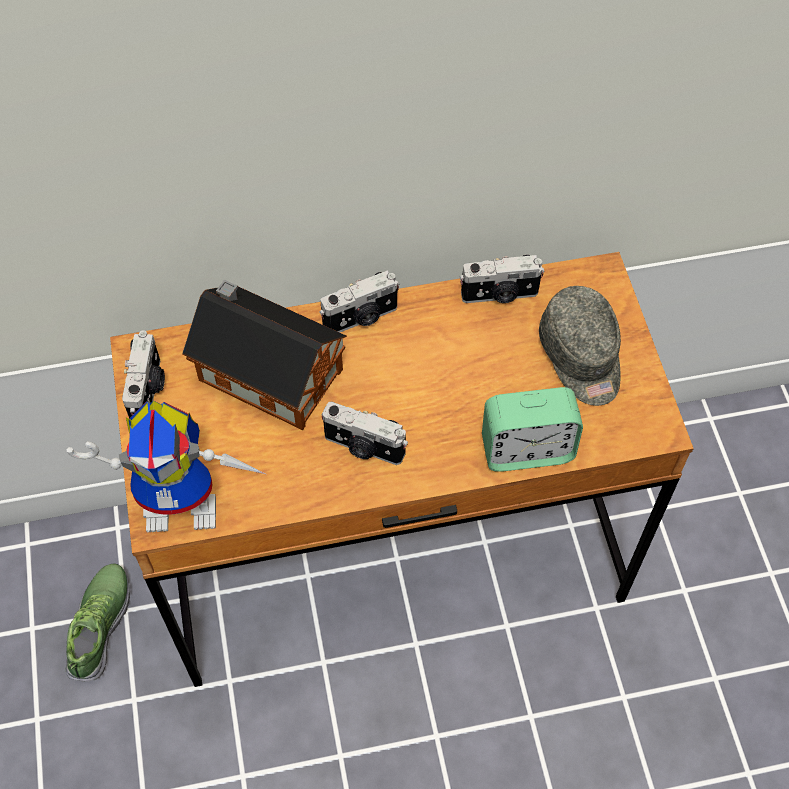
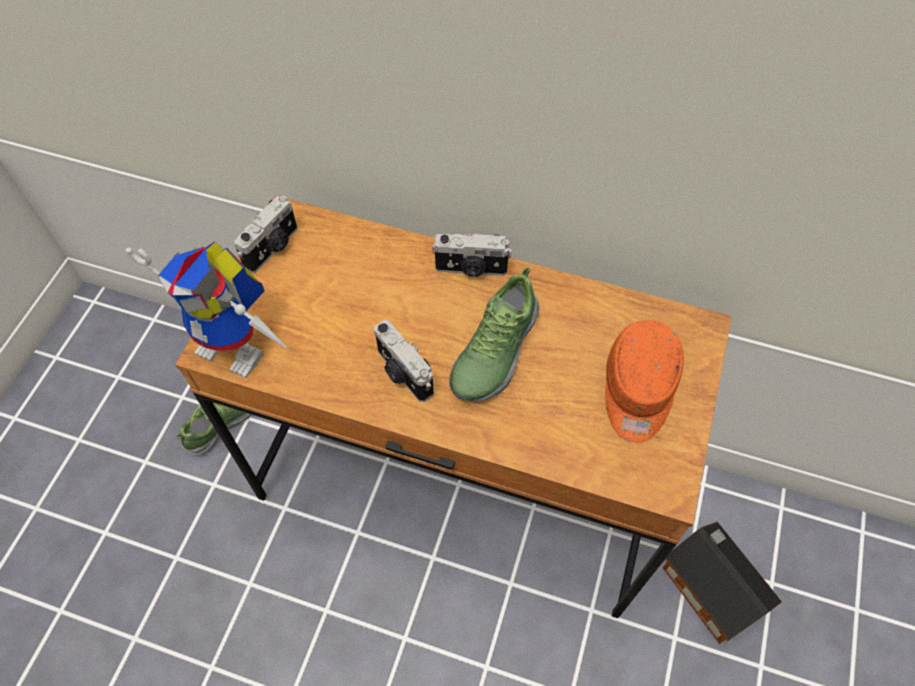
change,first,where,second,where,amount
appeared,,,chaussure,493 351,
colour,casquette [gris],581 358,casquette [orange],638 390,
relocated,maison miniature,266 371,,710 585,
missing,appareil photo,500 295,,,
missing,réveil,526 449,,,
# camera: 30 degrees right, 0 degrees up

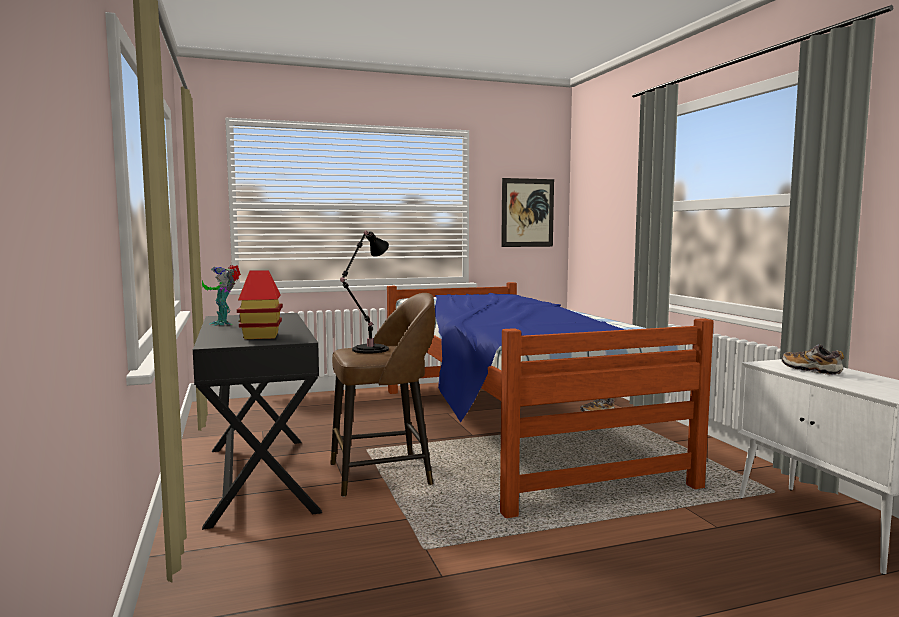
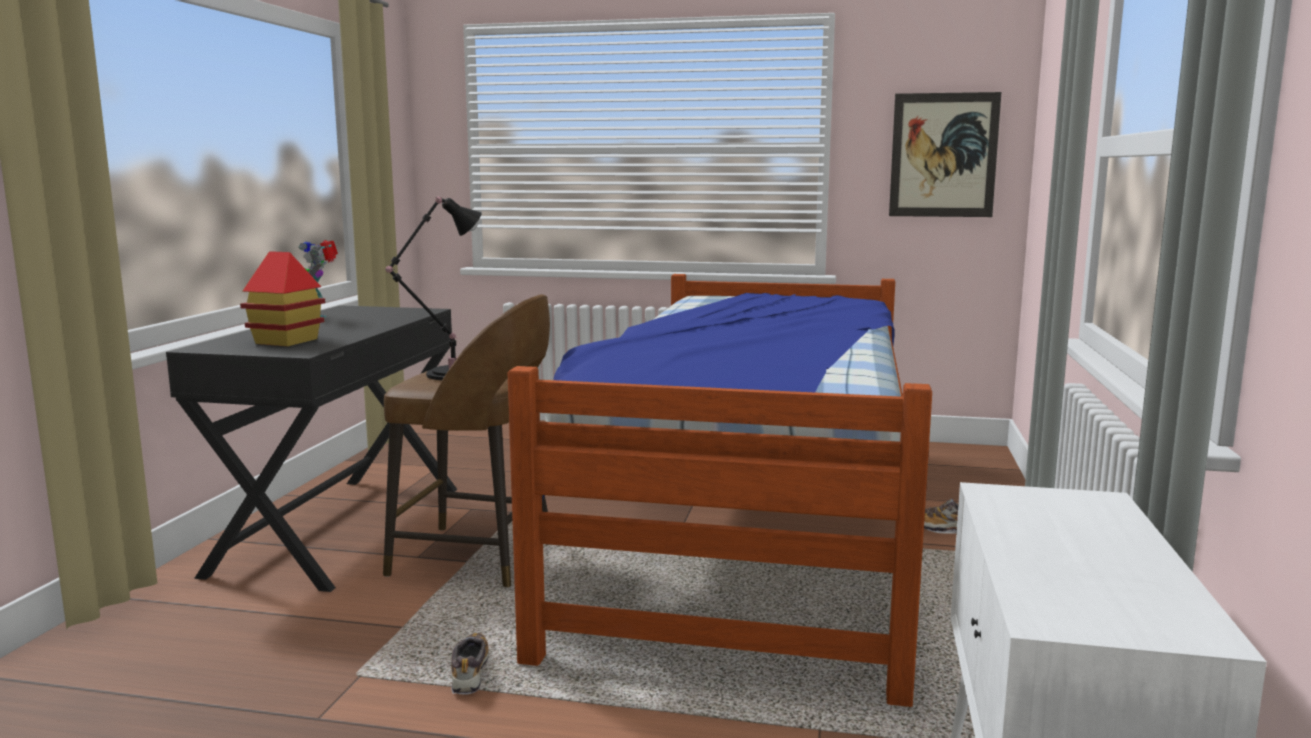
change,first,where,second,where,amount
relocated,chaussure,810 370,,470 673,
# camera: 30 degrees right, 5 degrees up

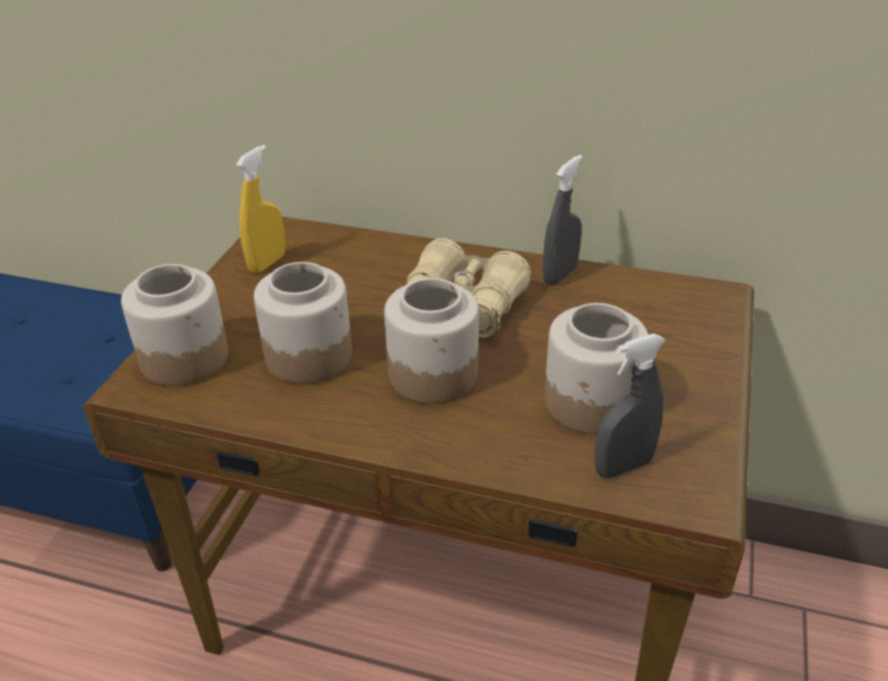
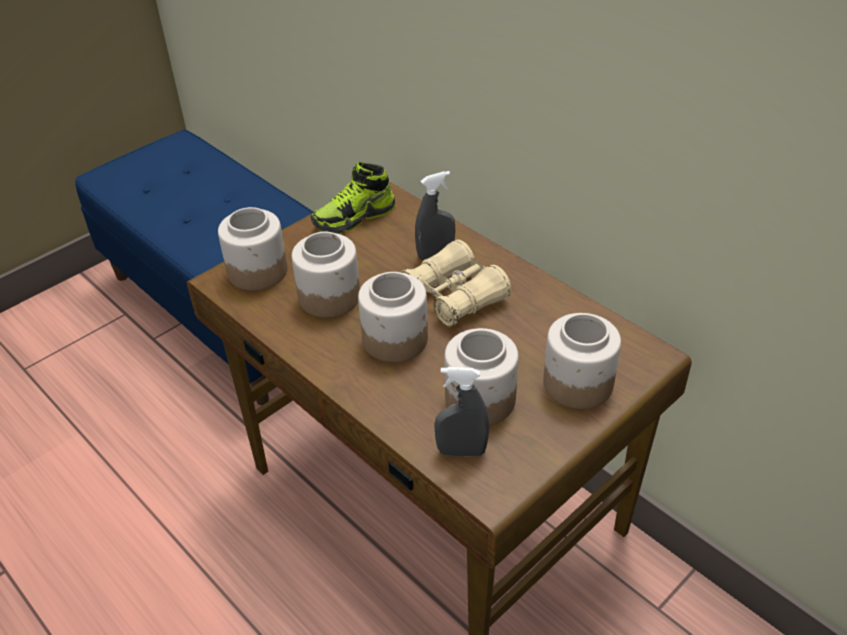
change,first,where,second,where,amount
exchanged,vaporisateur [jaune],267 263,chaussure,354 218,
relocated,vaporisateur [gris],560 275,,435 254,
appeared,,,bocal,577 384,
# camera: 30 degrees right, 5 degrees up

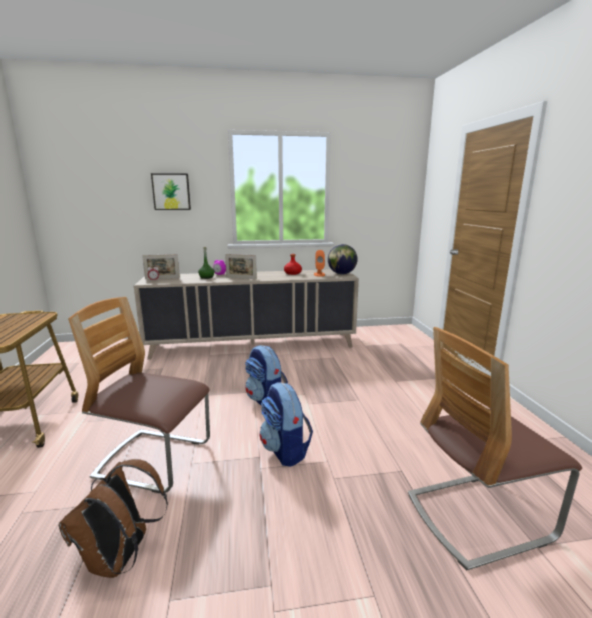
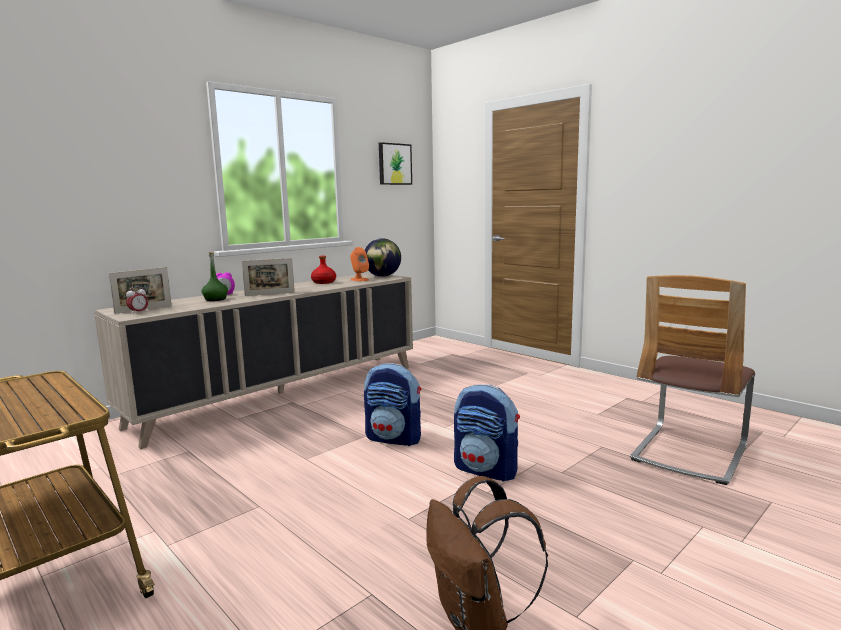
change,first,where,second,where,amount
relocated,tableau,171 191,,394 164,
missing,chaise,154 460,,,
# camera: 35 degrees left, 5 degrees down

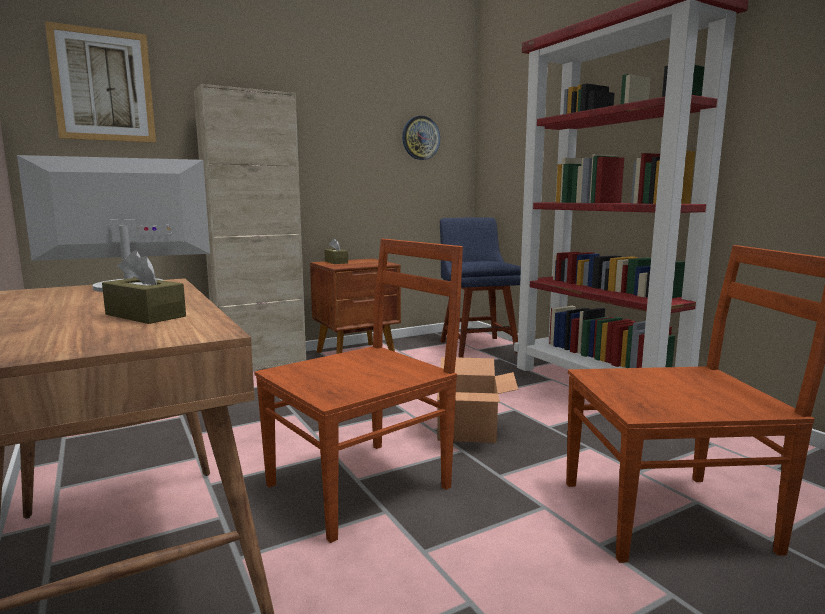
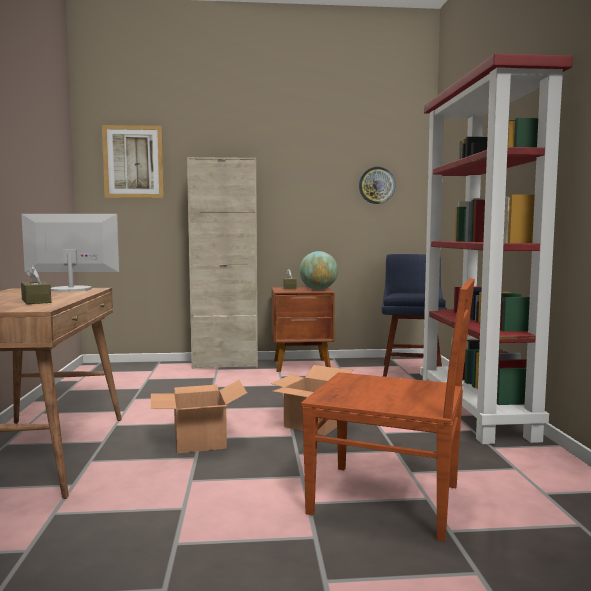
change,first,where,second,where,amount
exchanged,chaise [marron],363 484,carton,200 441,
appeared,,,globe,318 289,
# camera: 25 degrees right, 5 degrees down

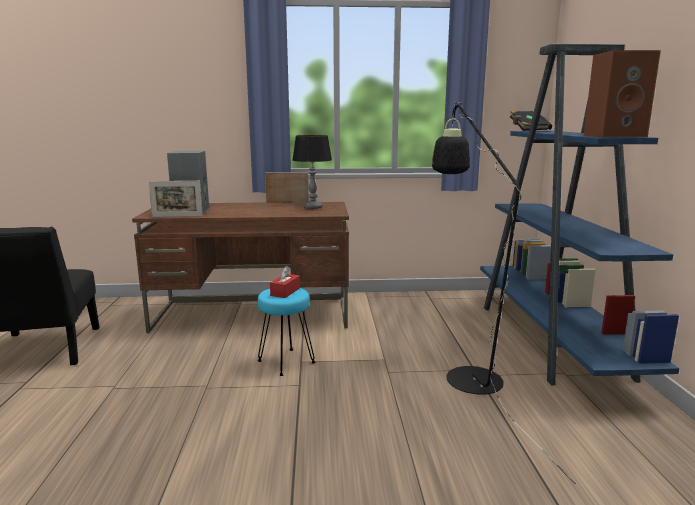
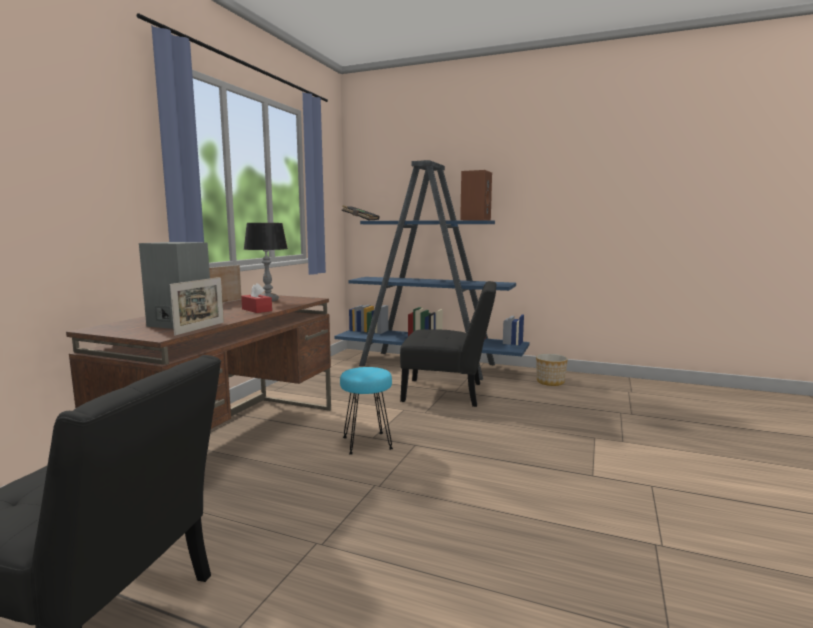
change,first,where,second,where,amount
relocated,boîte à mouchoirs [rouge],285 292,,257 310,
exchanged,lampadaire [noir],466 372,chaise [noir],448 393,
appeared,,,cache-pot,550 382,
# camera: 65 degrees left, 5 degrees down

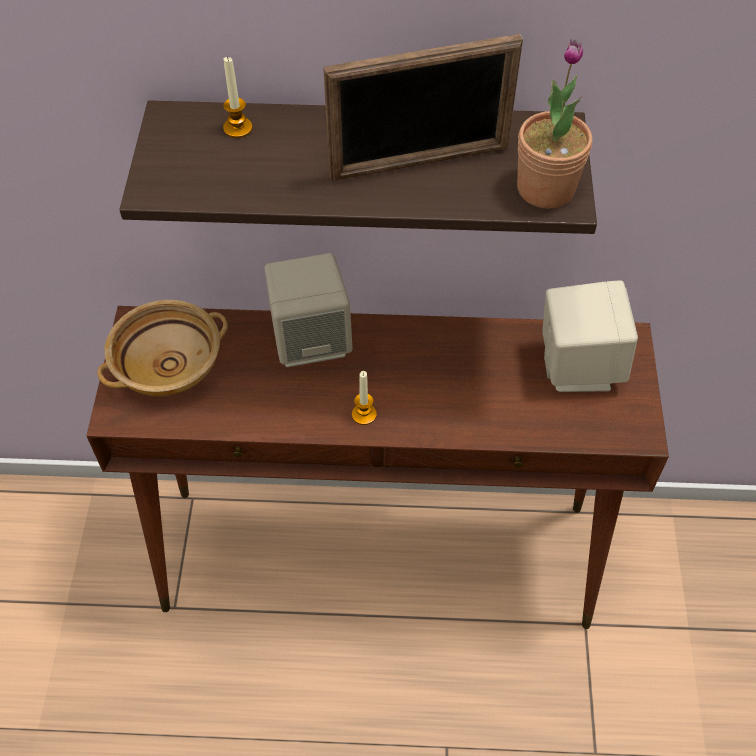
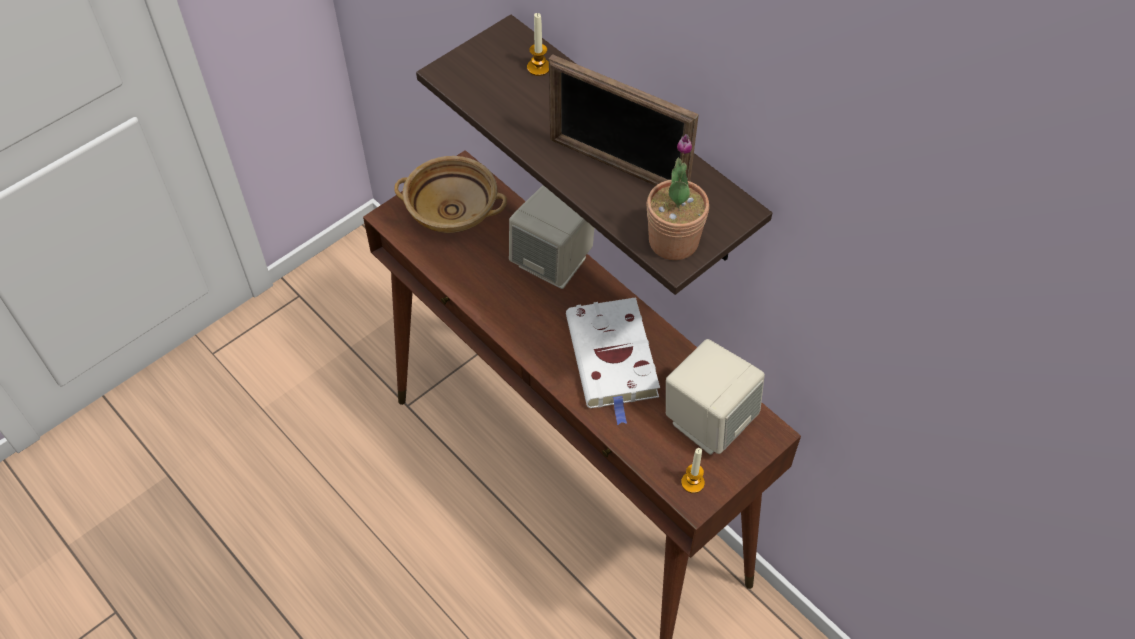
change,first,where,second,where,amount
appeared,,,livre [blanc],613 360,
relocated,bougie,364 414,,692 482,
# camera: 45 degrees right, 0 degrees up

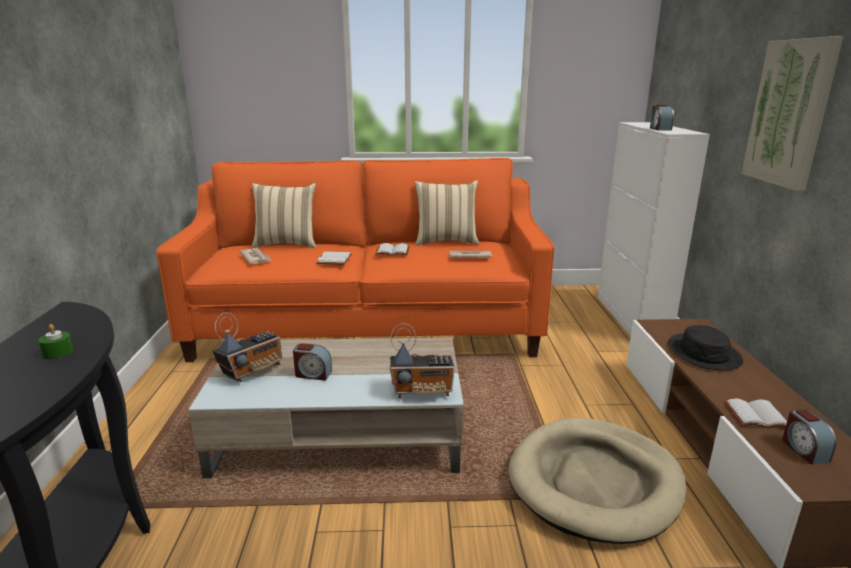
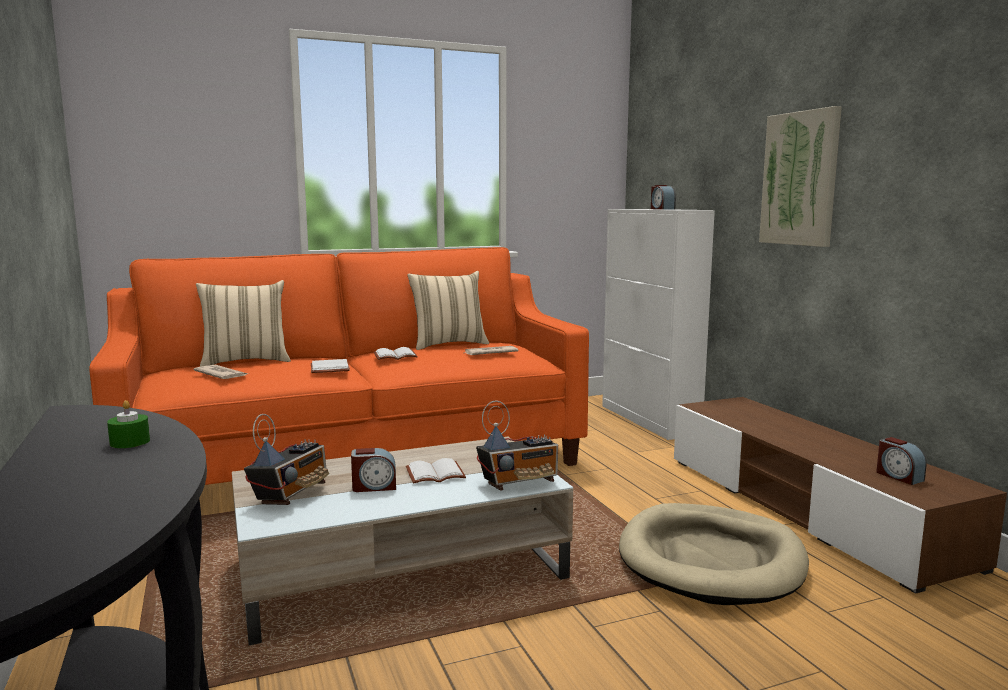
change,first,where,second,where,amount
relocated,livre [blanc],756 415,,436 473,
missing,chapeau [noir],704 353,,,
# camera: 20 degrees left, 10 degrees down

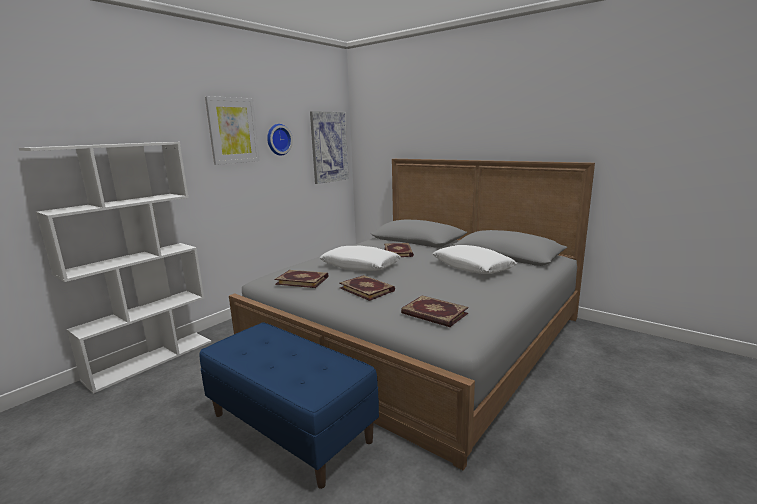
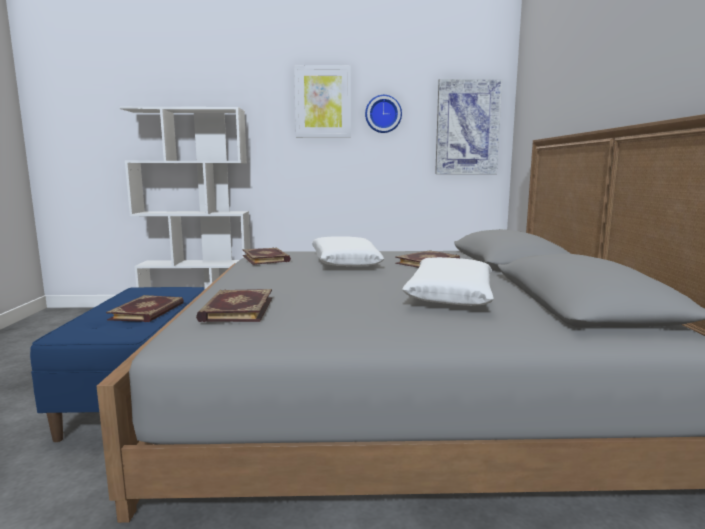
change,first,where,second,where,amount
relocated,livre,367 289,,148 311,
# camera: 50 degrees right, 5 degrees down

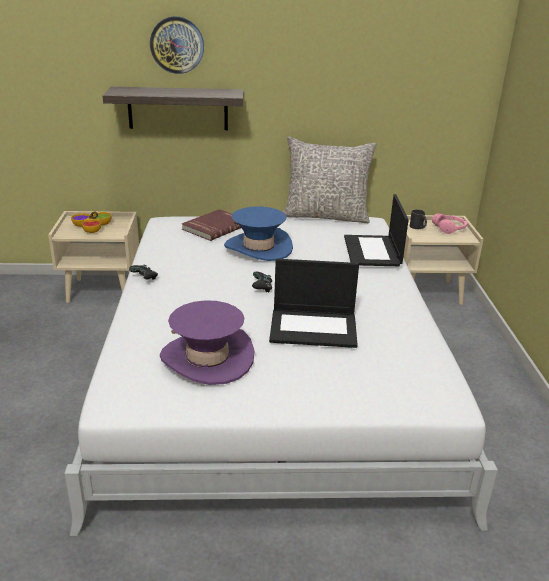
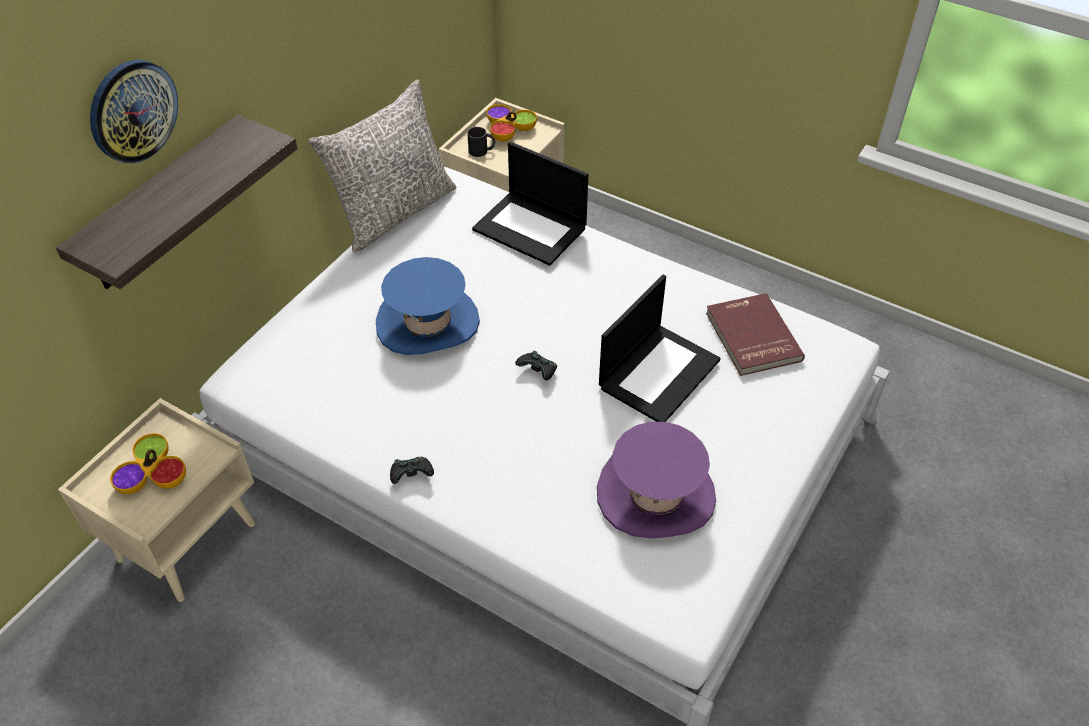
change,first,where,second,where,amount
exchanged,casque audio [rose],449 228,bol,508 129,
relocated,livre [rouge],214 227,,751 337,
# camera: 55 degrees left, 20 degrees up

